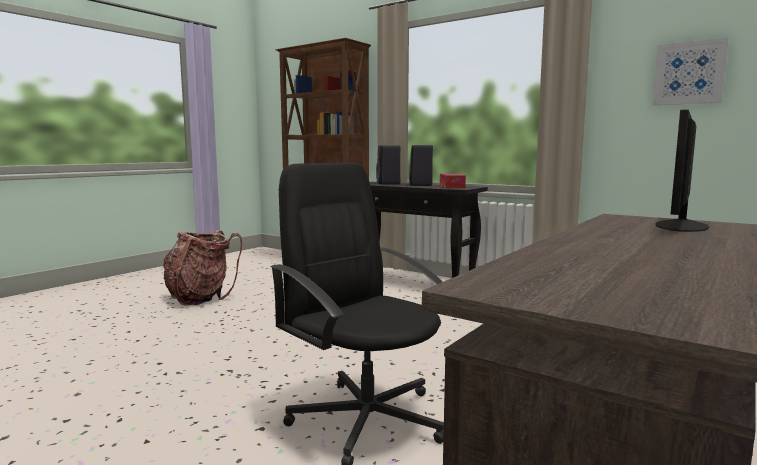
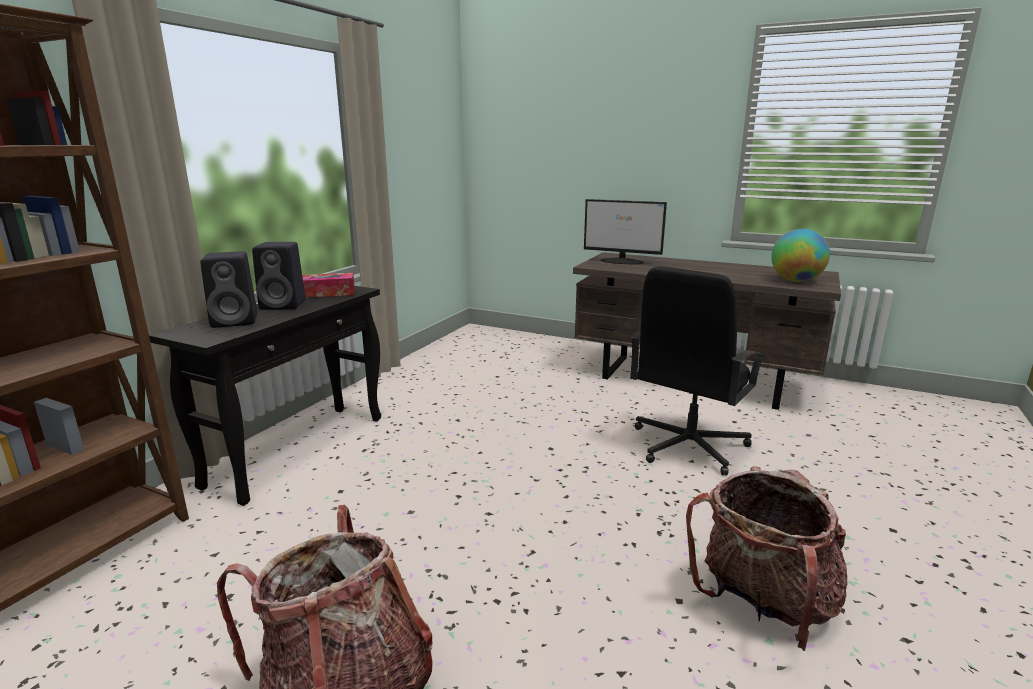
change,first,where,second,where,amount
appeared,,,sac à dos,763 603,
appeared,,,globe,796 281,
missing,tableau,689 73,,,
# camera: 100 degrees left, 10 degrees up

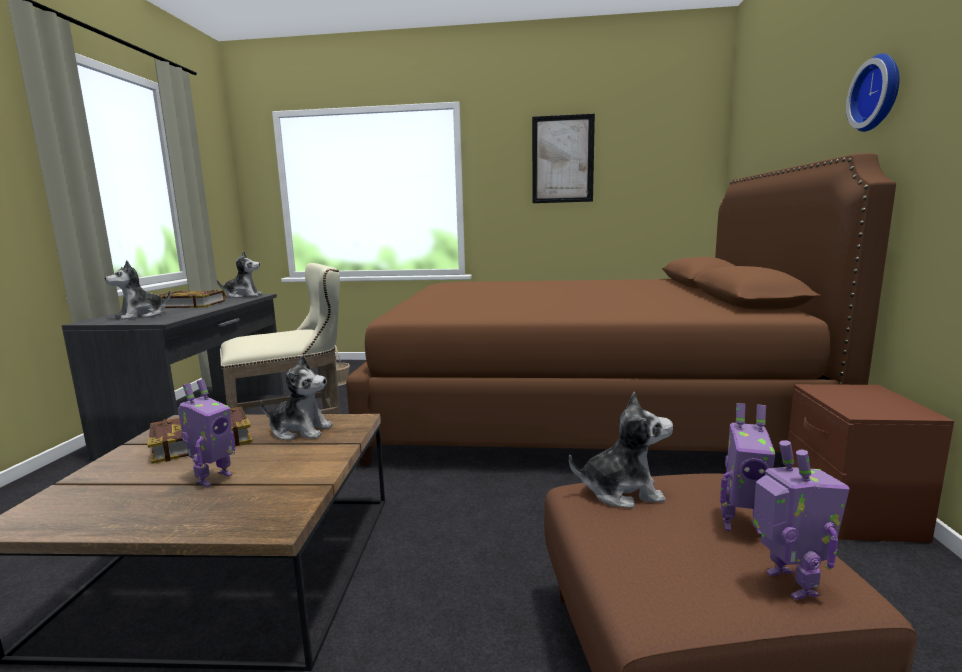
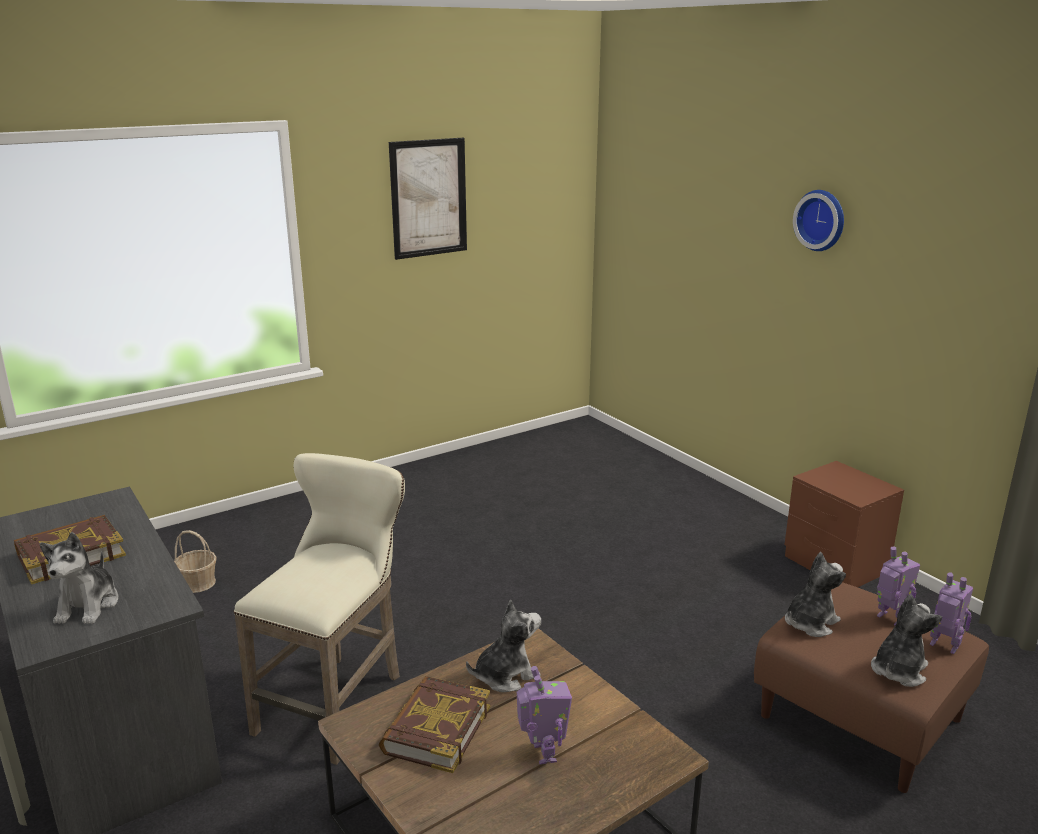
change,first,where,second,where,amount
relocated,peluche,243 296,,898 670,
spun,robot jouet,742 525,,889 619,105 degrees counterclockwise
missing,lit [marron],577 410,,,
# camera: 40 degrees left, 10 degrees up

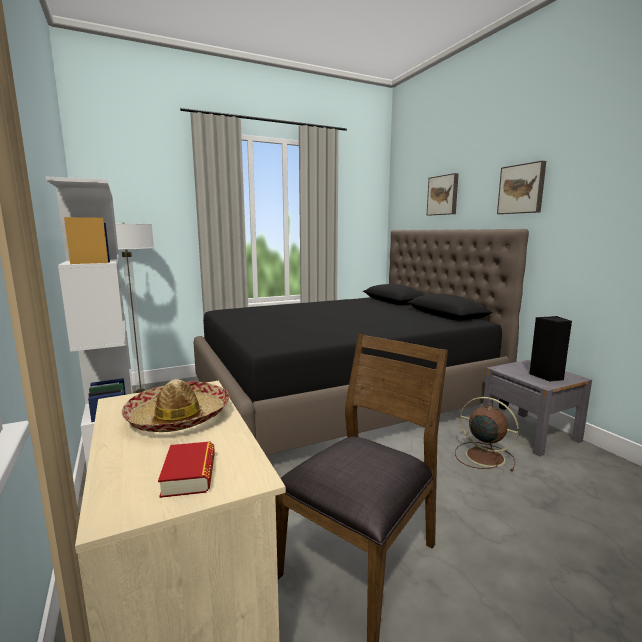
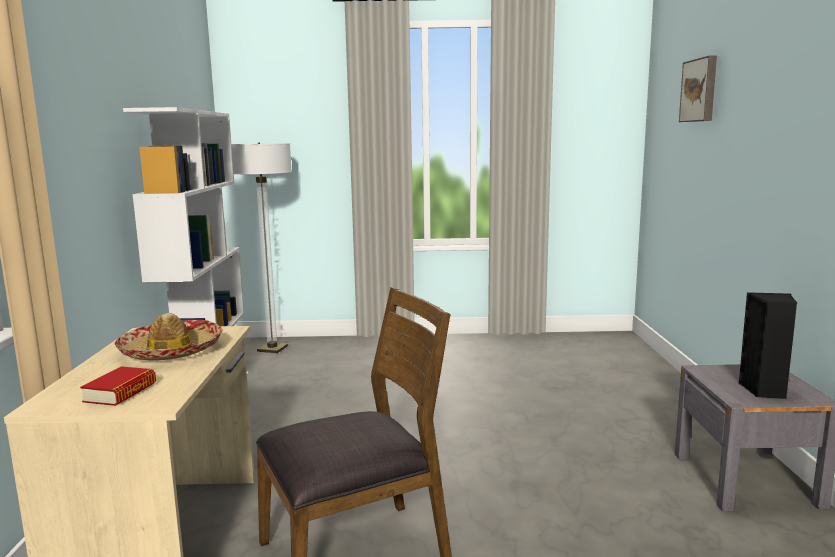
change,first,where,second,where,amount
missing,lit [noir],342 395,,,
missing,ventilateur [marron],483 456,,,
missing,tableau,522 189,,,
# camera: 25 degrees right, 0 degrees up

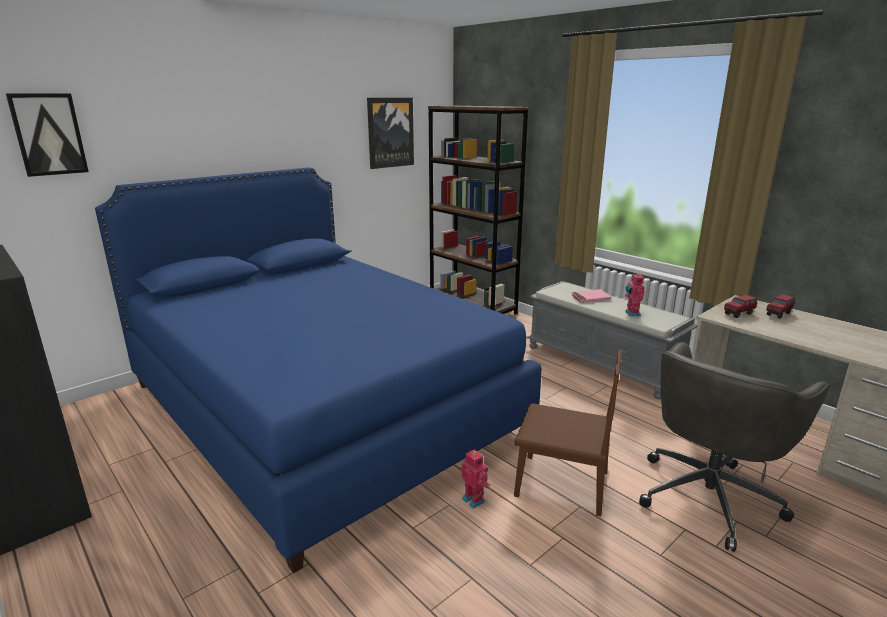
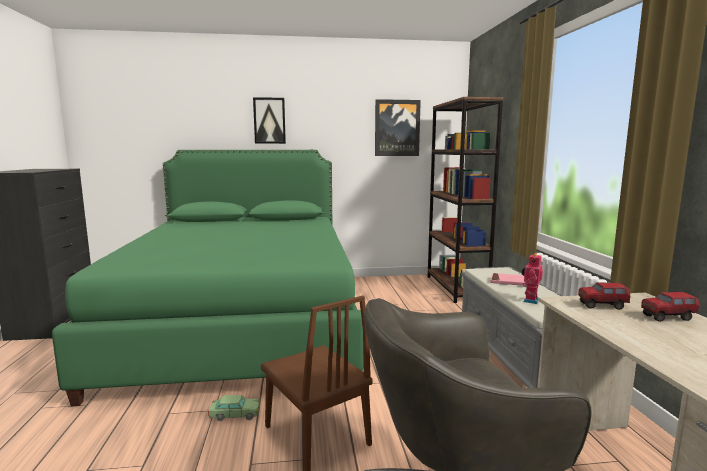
change,first,where,second,where,amount
colour,lit [bleu],320 407,lit [vert],242 322,
exchanged,robot jouet,474 499,petite voiture,235 415,
relocated,tableau,48 134,,269 120,
# camera: 35 degrees right, 10 degrees down

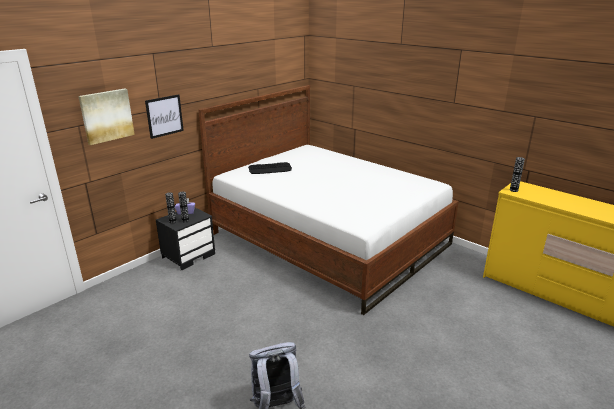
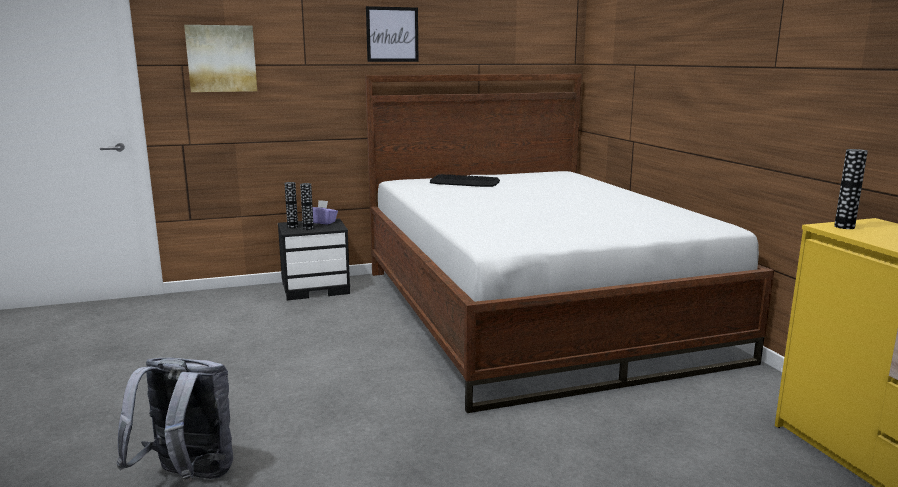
change,first,where,second,where,amount
relocated,tableau,164 116,,392 34,
# camera: 30 degrees right, 10 degrees down

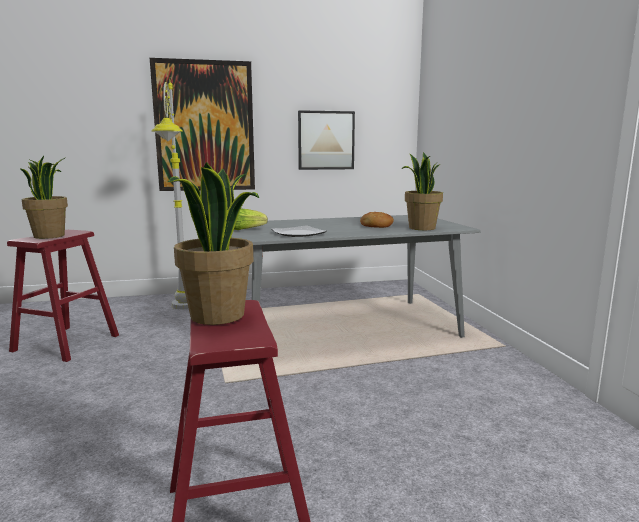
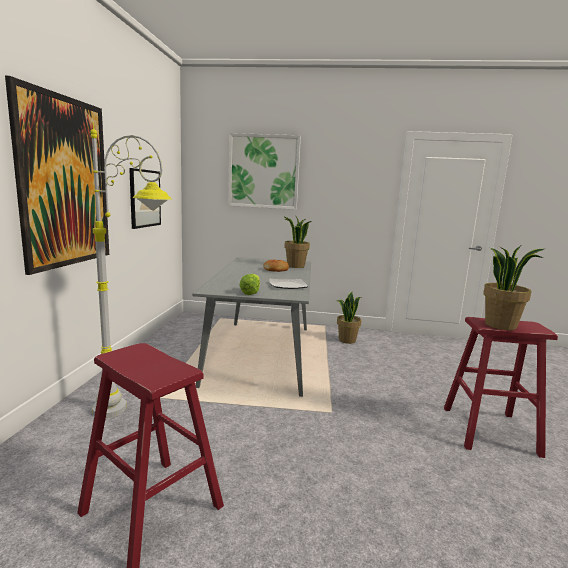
change,first,where,second,where,amount
appeared,,,tableau,263 171,
relocated,plante en pot,50 236,,347 340,
# camera: 70 degrees left, 0 degrees up

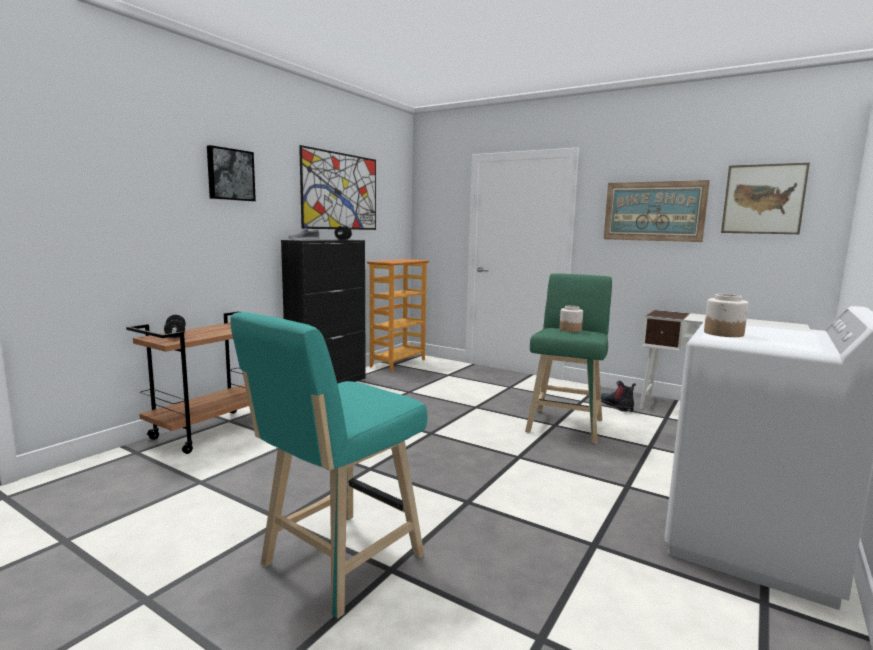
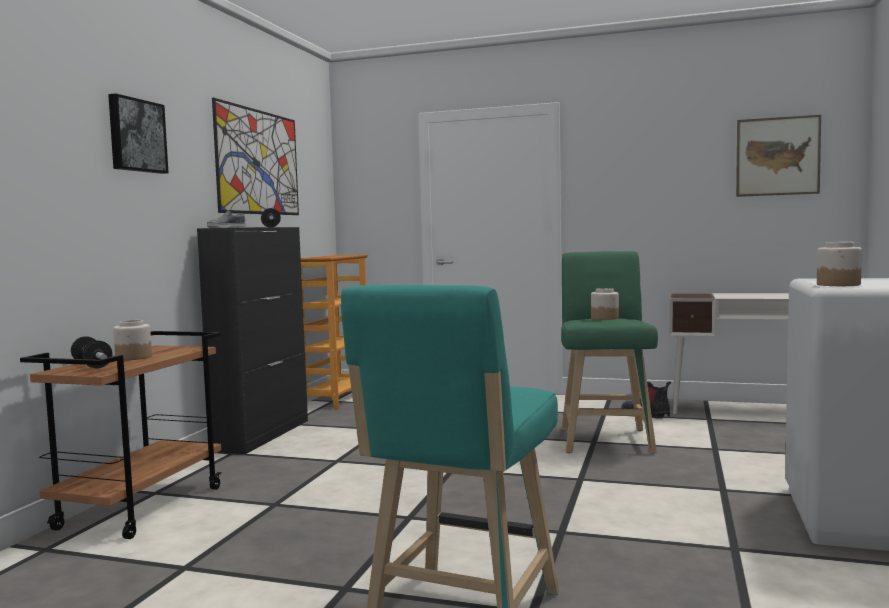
change,first,where,second,where,amount
appeared,,,bocal,133 357,
missing,tableau,653 211,,,
# camera: 15 degrees left, 5 degrees down

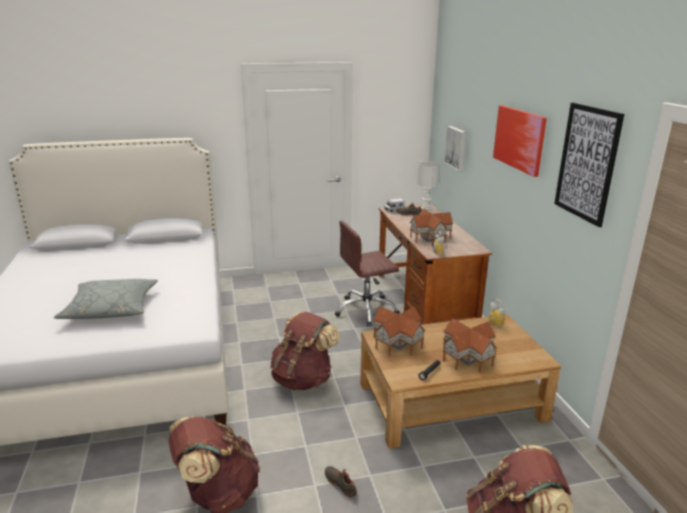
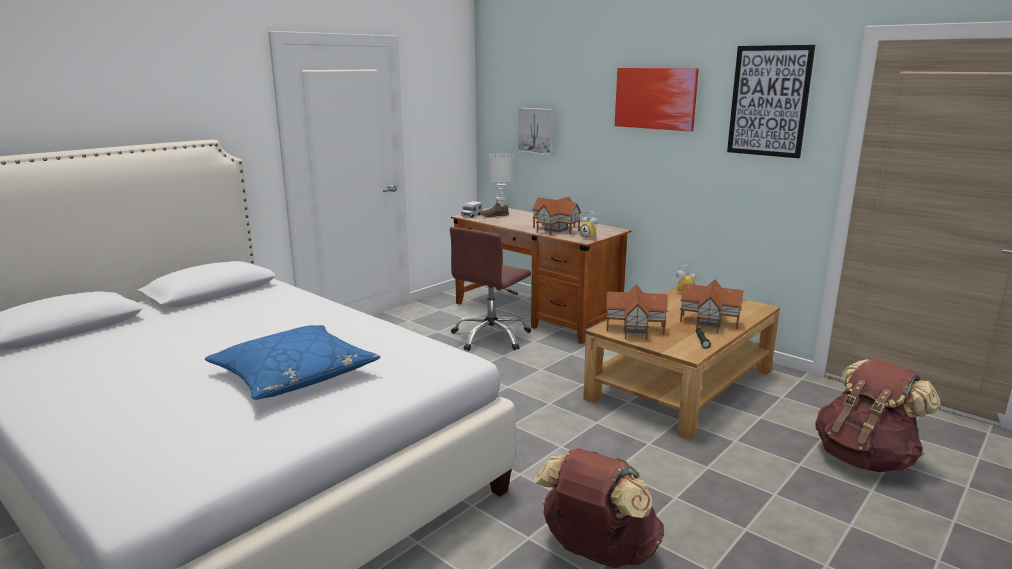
change,first,where,second,where,amount
colour,coussin [gris],111 308,coussin [bleu],294 375,
missing,sac à dos [marron],303 379,,,
missing,chaussure [noir],341 484,,,
# camera: 35 degrees left, 5 degrees down

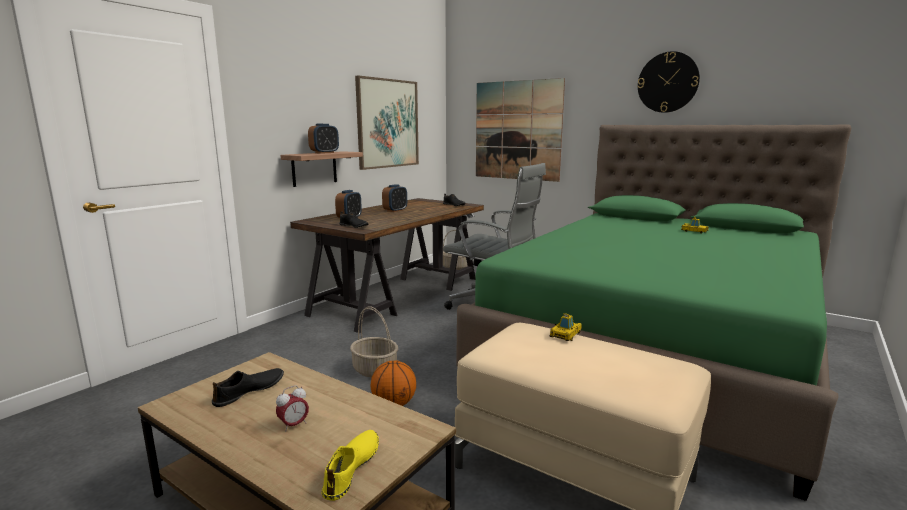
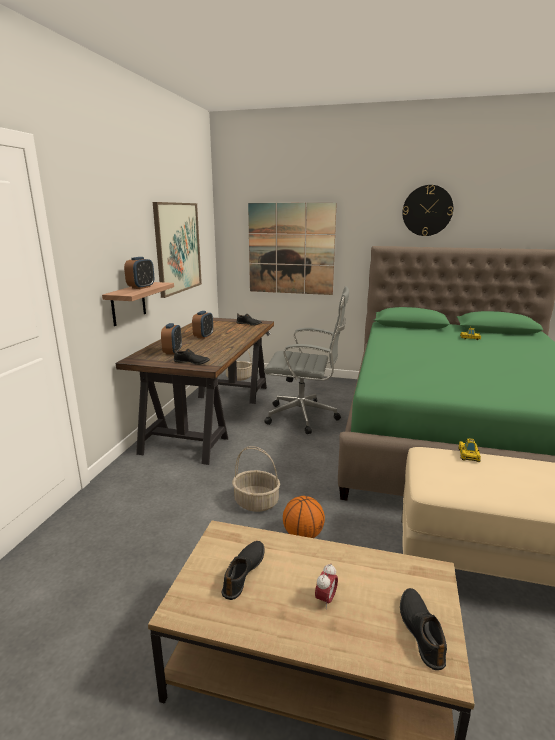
change,first,where,second,where,amount
colour,chaussure [jaune],352 468,chaussure [noir],421 630,
# camera: 20 degrees left, 5 degrees up

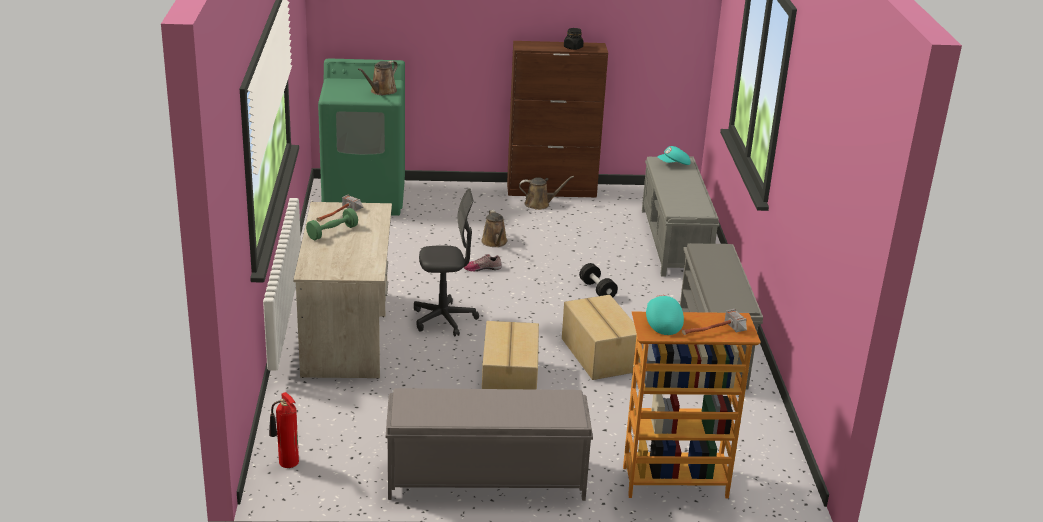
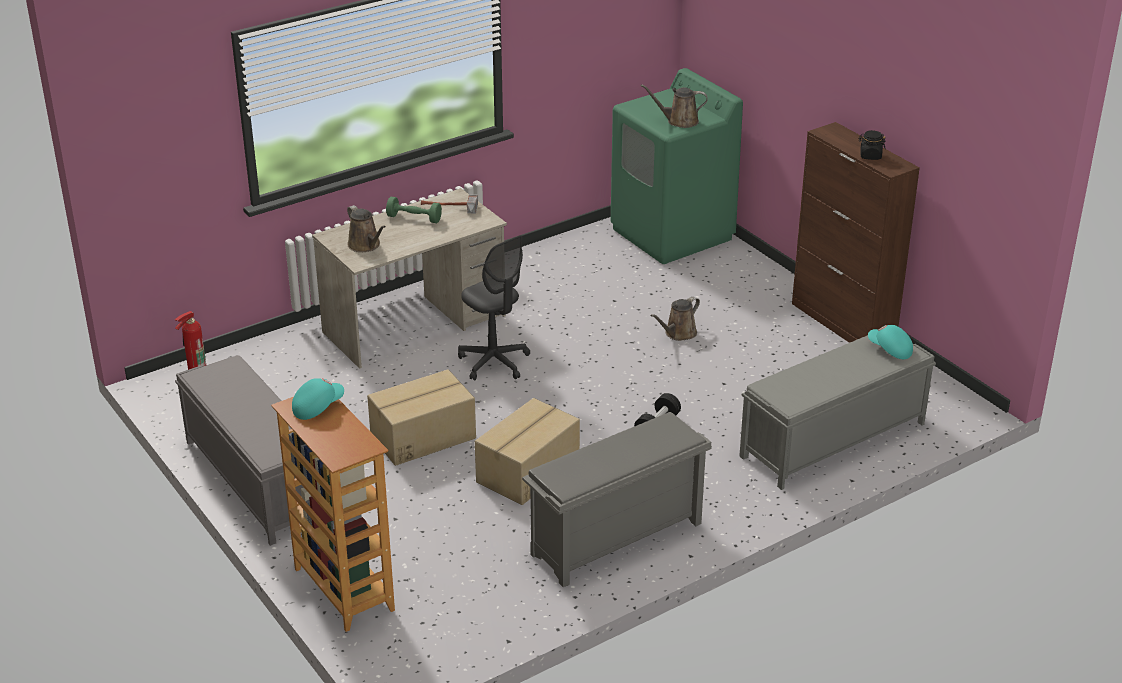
change,first,where,second,where,amount
relocated,arrosoir [marron],540 204,,365 245,
missing,chaussure,482 268,,,
missing,marteau,713 333,,,
# camera: 60 degrees right, 5 degrees up

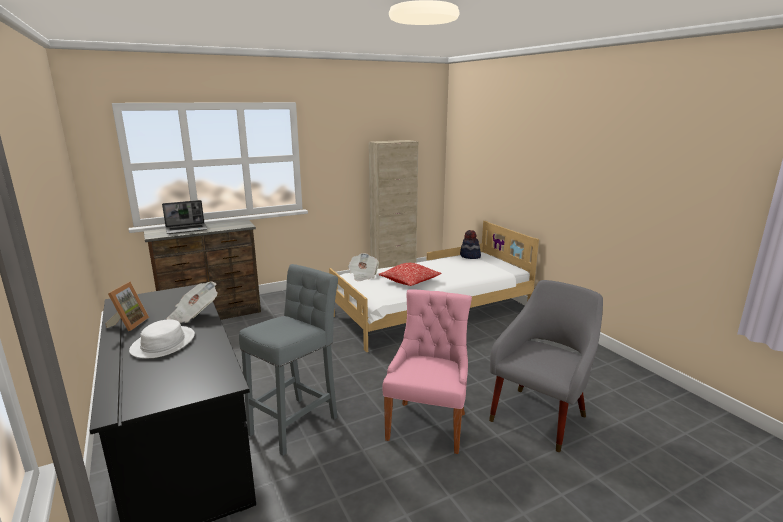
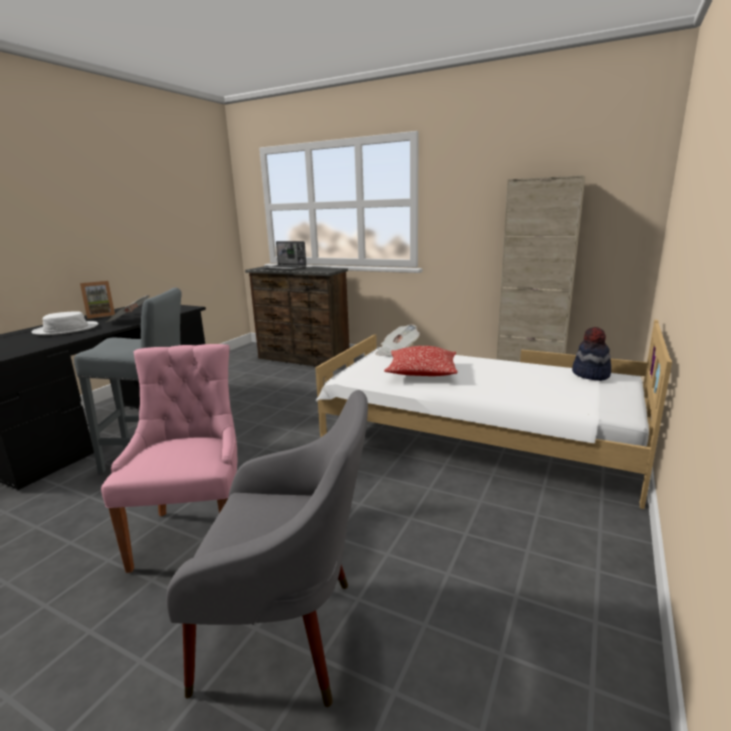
change,first,where,second,where,amount
spun,chaise [rose],428 424,,195 532,75 degrees counterclockwise
# camera: 55 degrees right, 0 degrees up

